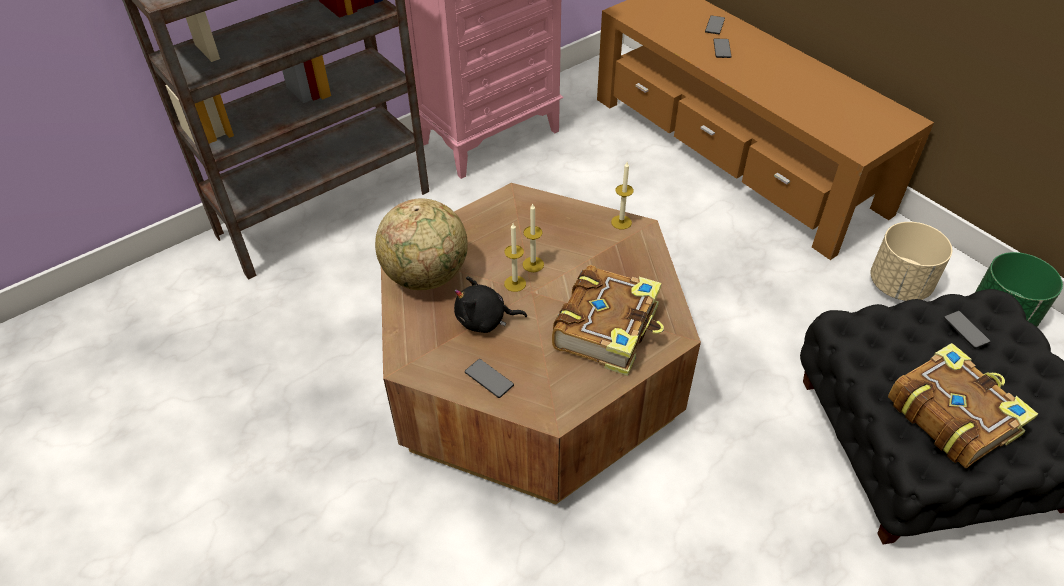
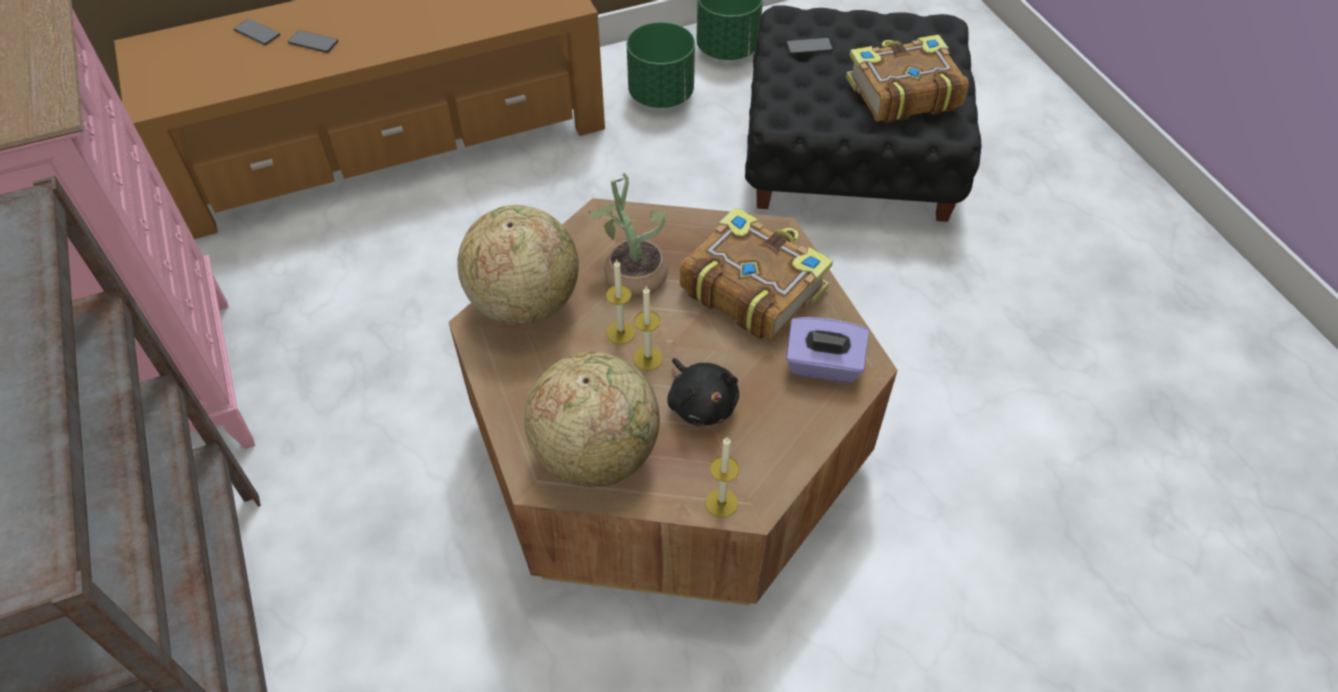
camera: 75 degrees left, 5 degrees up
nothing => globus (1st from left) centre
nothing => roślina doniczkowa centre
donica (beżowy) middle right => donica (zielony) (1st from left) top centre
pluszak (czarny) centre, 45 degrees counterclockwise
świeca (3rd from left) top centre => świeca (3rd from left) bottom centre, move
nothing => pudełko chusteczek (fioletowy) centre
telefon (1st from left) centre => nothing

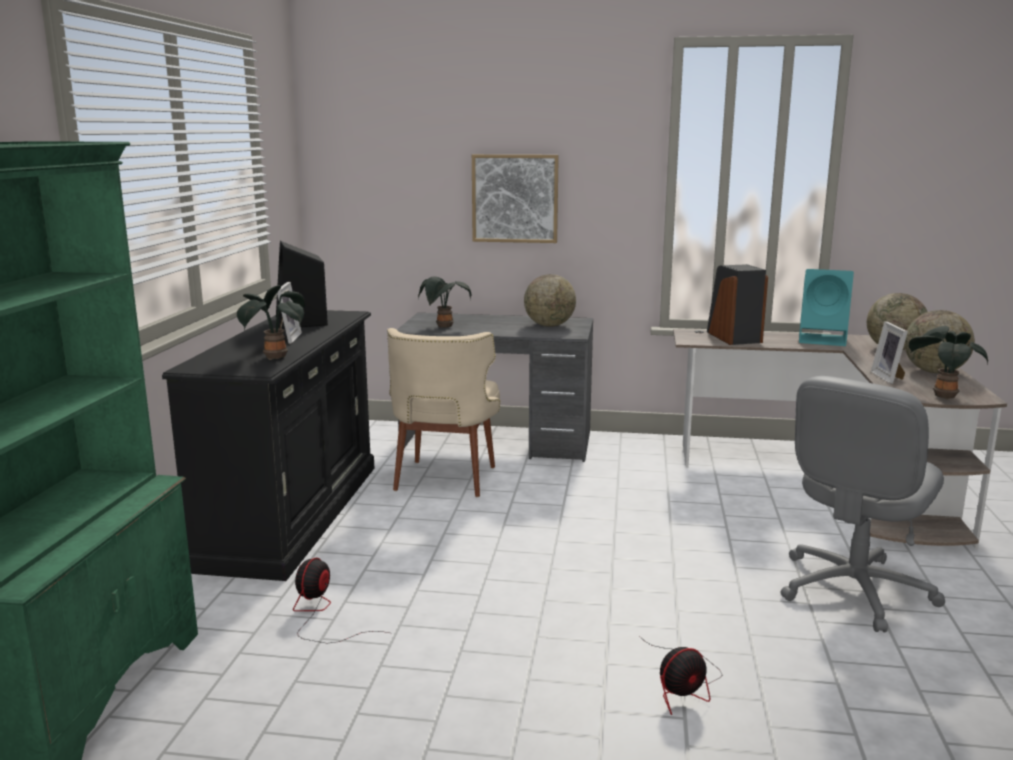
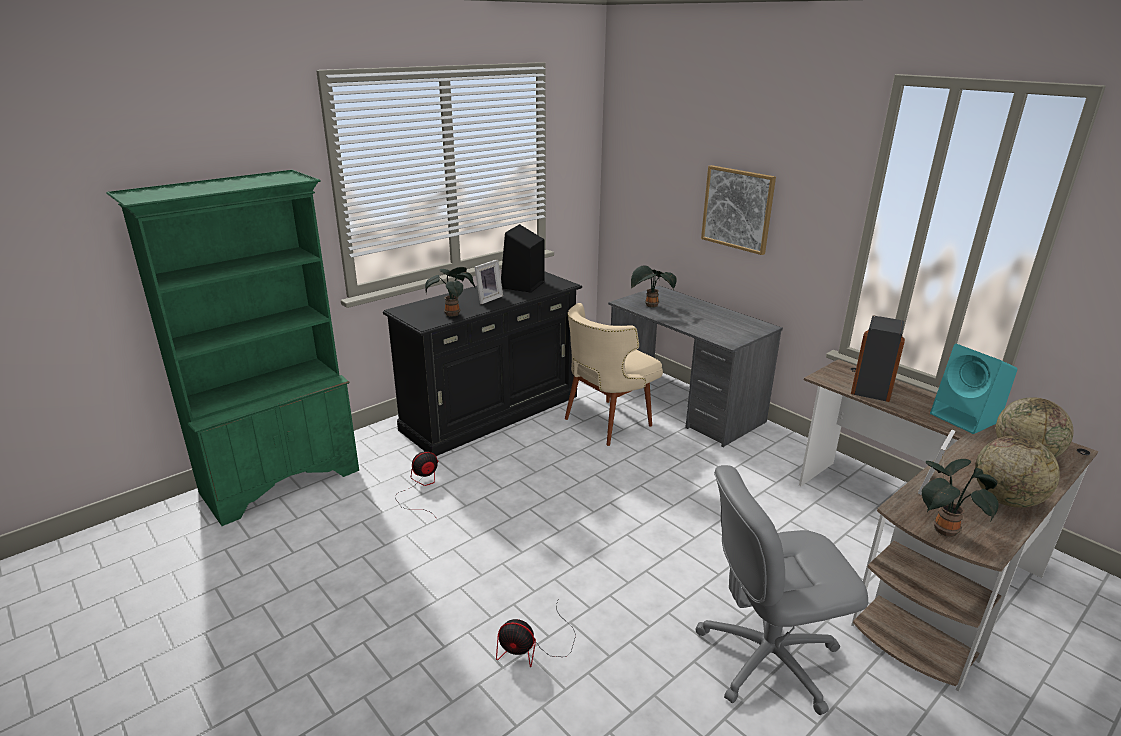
camera: 40 degrees right, 10 degrees up
globus (1st from left) centre => nothing

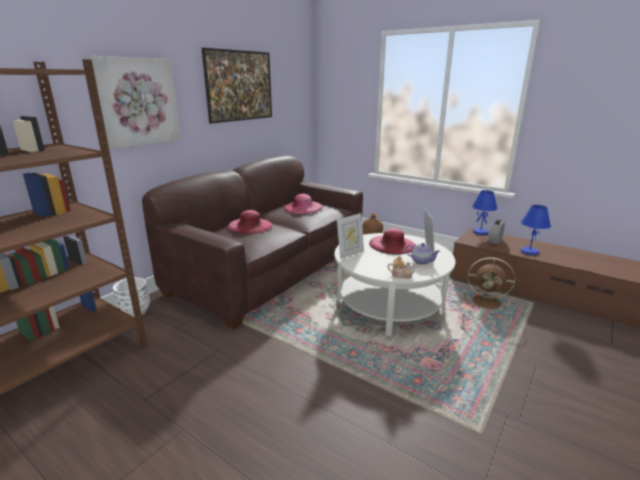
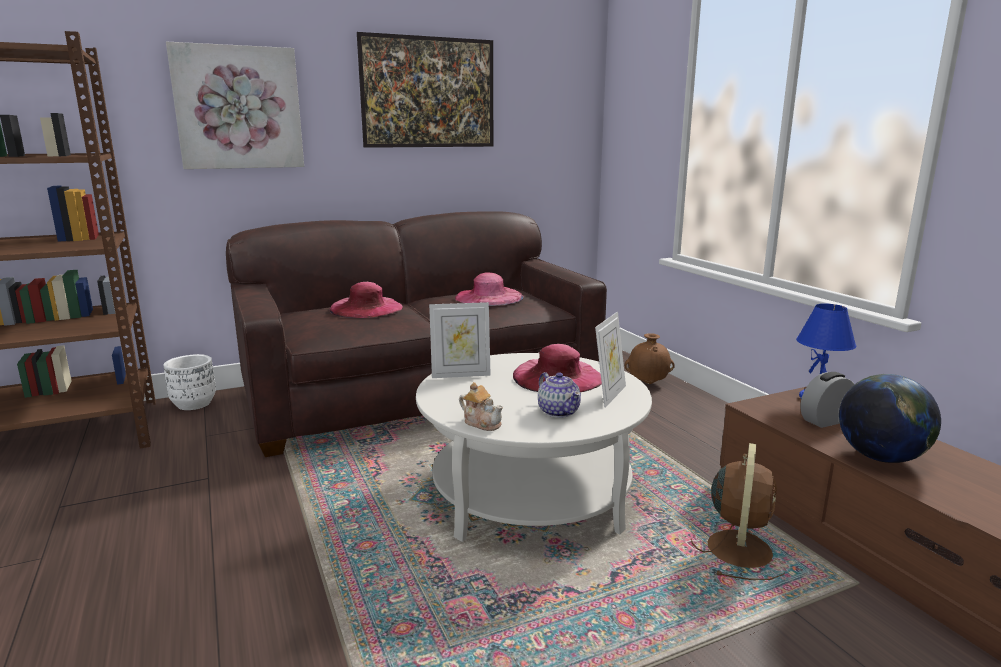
camera: 30 degrees right, 5 degrees down
wentylator (brązowy) middle right => wentylator (brązowy) bottom right, 120 degrees counterclockwise
lampa stołowa (niebieski) (2nd from left) middle right => globus middle right

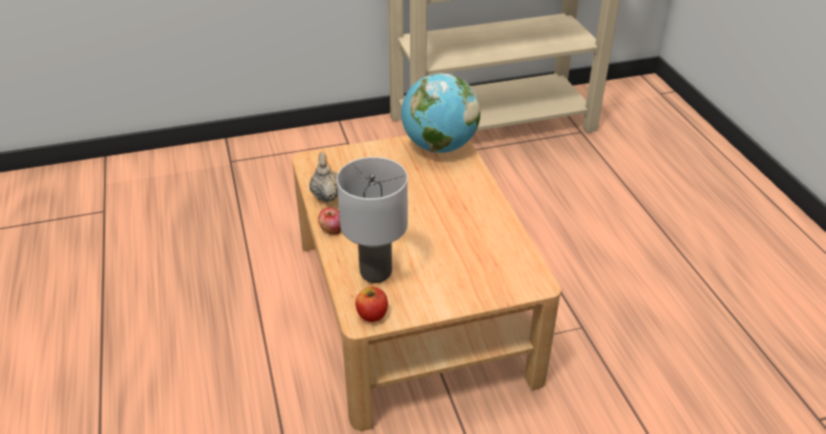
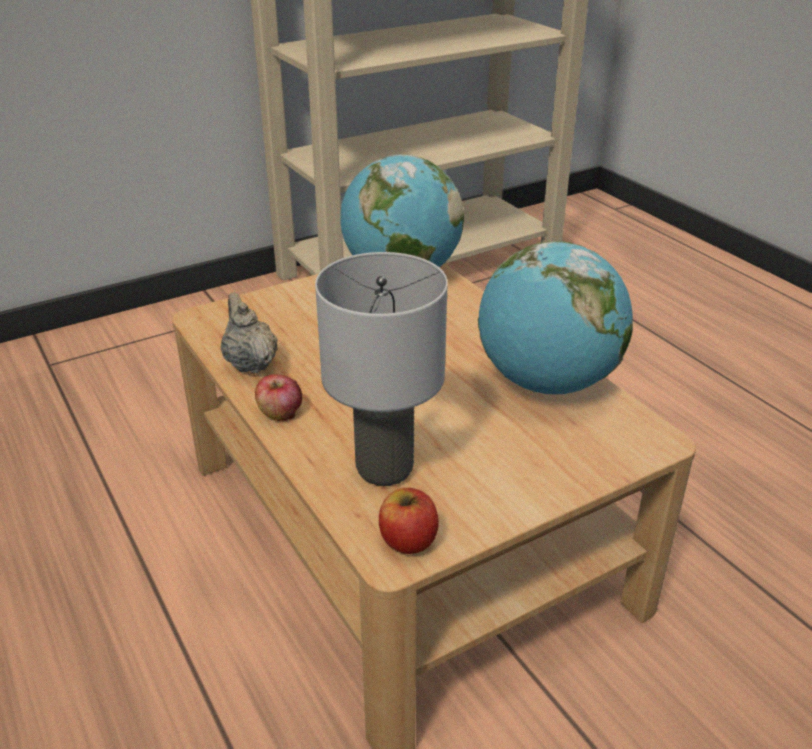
camera: 15 degrees left, 5 degrees down
nothing => globus (2nd from left) middle right

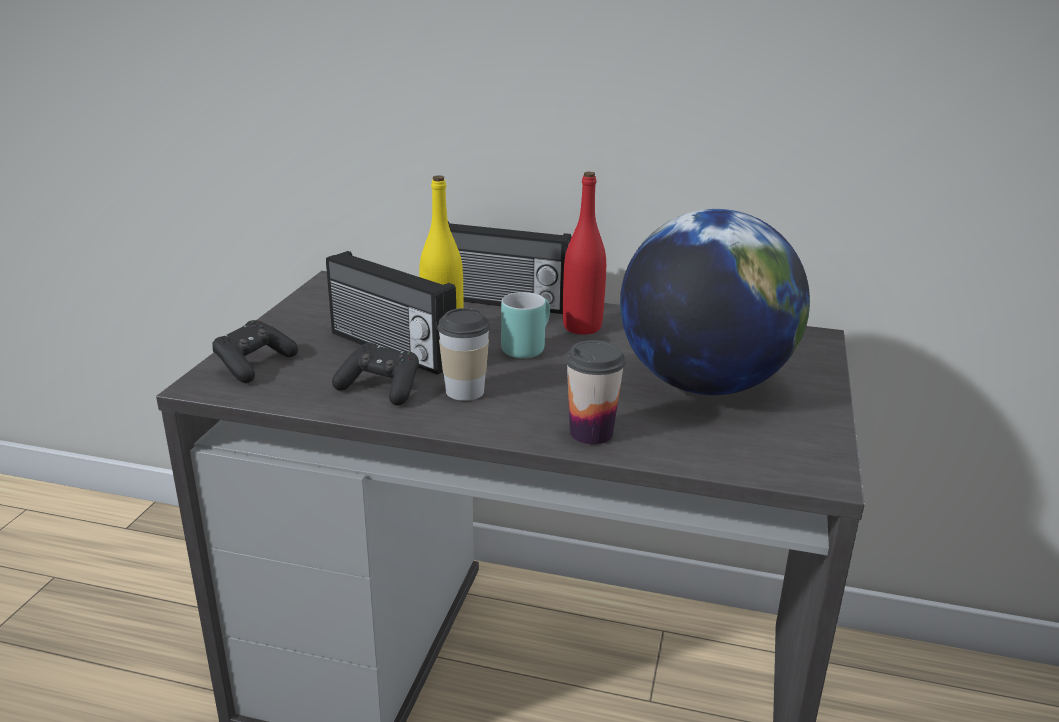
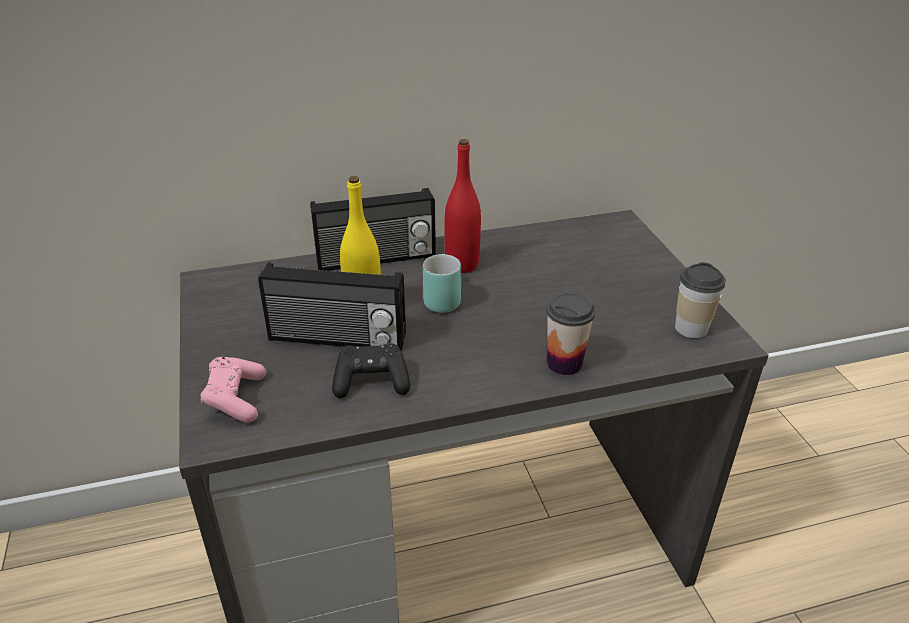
camera: 30 degrees left, 10 degrees up
pad do gier (czarny) (1st from left) middle left => pad do gier (różowy) middle left
filiżanka (1st from left in the first image) centre => filiżanka (2nd from left) middle right, move
globus middle right => nothing

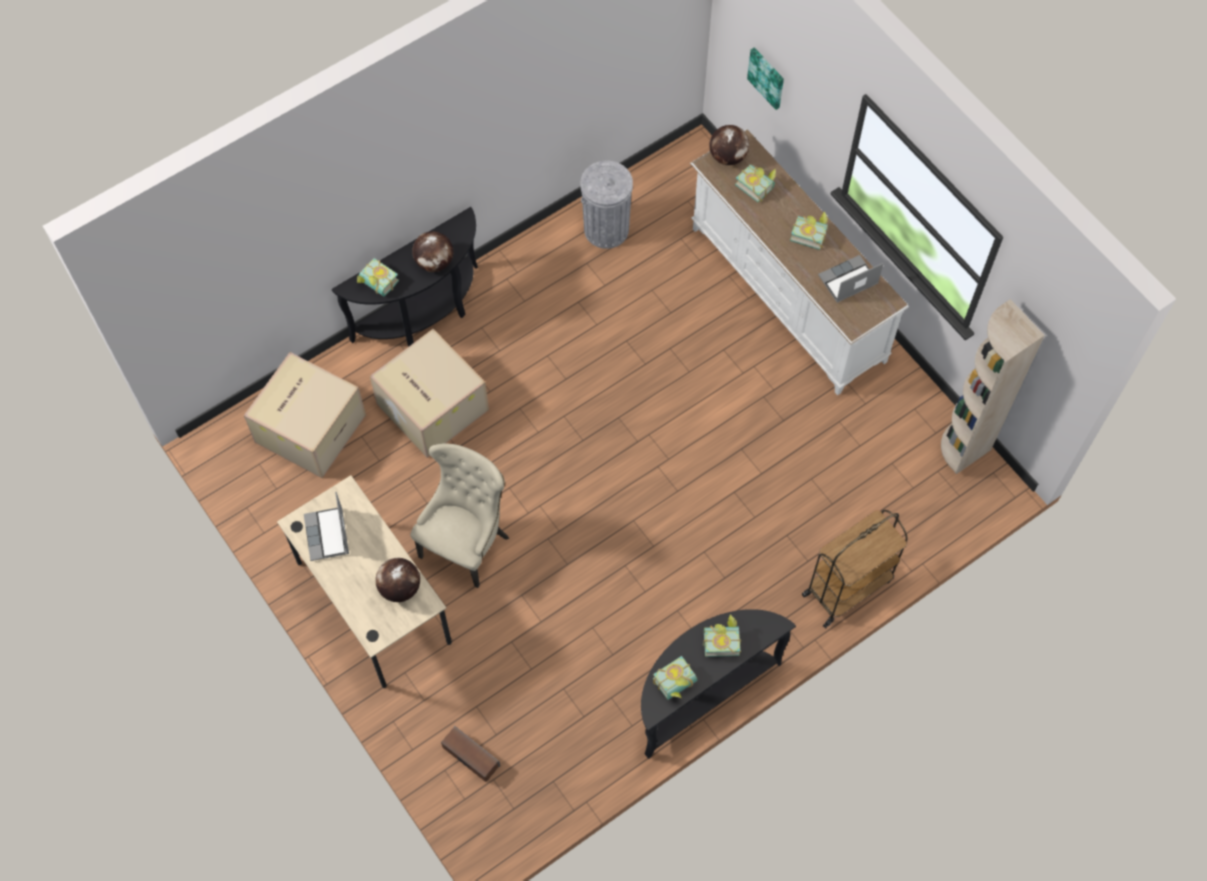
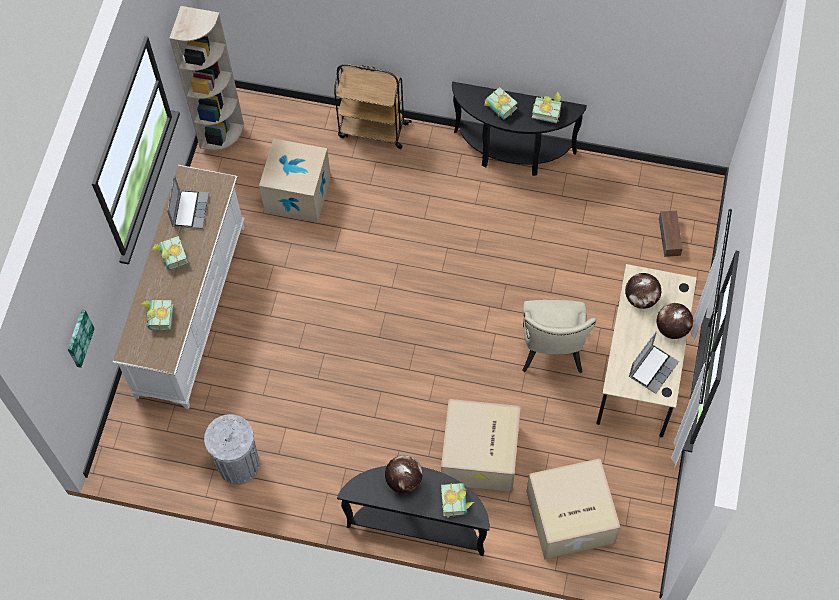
camera: 130 degrees left, 0 degrees up
laptop (2nd from left in the first image) top right => laptop (1st from left) middle left, 105 degrees counterclockwise
nothing => karton (1st from left) top centre
krzesło (beżowy) centre, 75 degrees counterclockwise
globus (3rd from left) top centre => globus (3rd from left) middle right, move

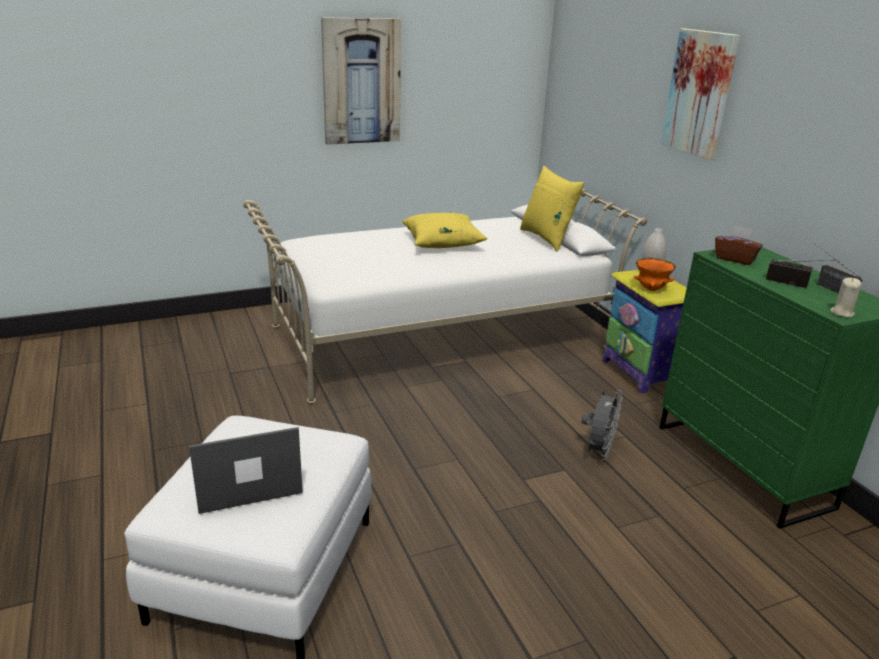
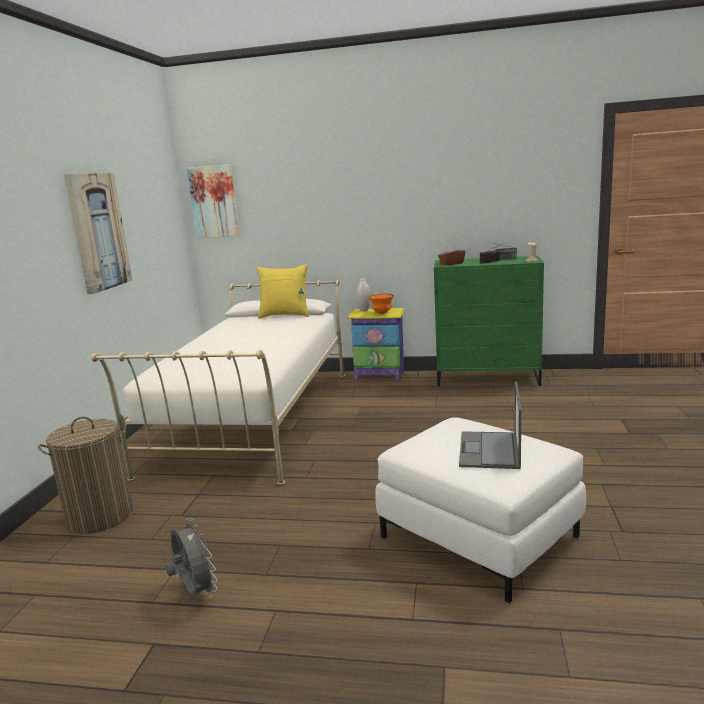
camera: 55 degrees left, 10 degrees down
nothing => kosz na pranie bottom left
wentylator (szary) middle right => wentylator (szary) bottom left, move
obraz (2nd from left) top right => obraz (2nd from left) top left, move
poduszka (żółty) (1st from left) centre => nothing

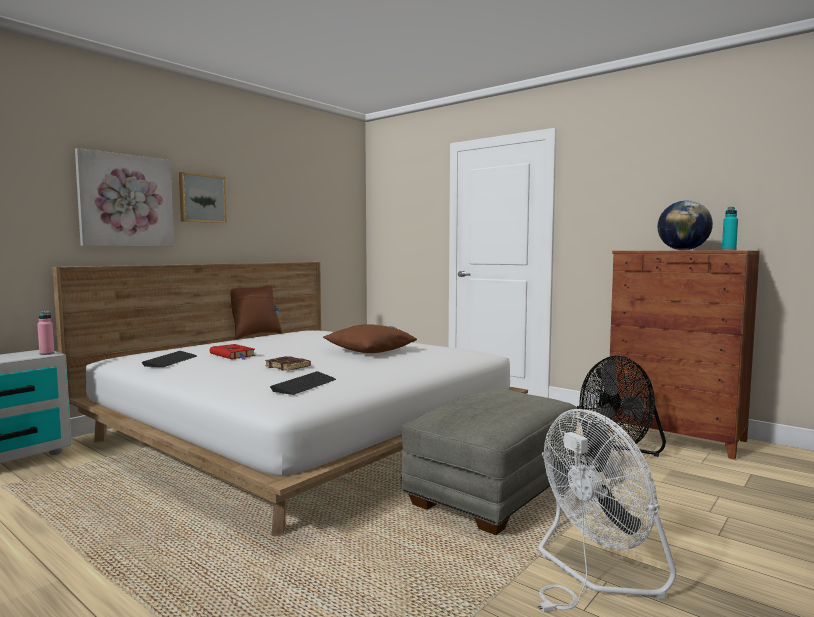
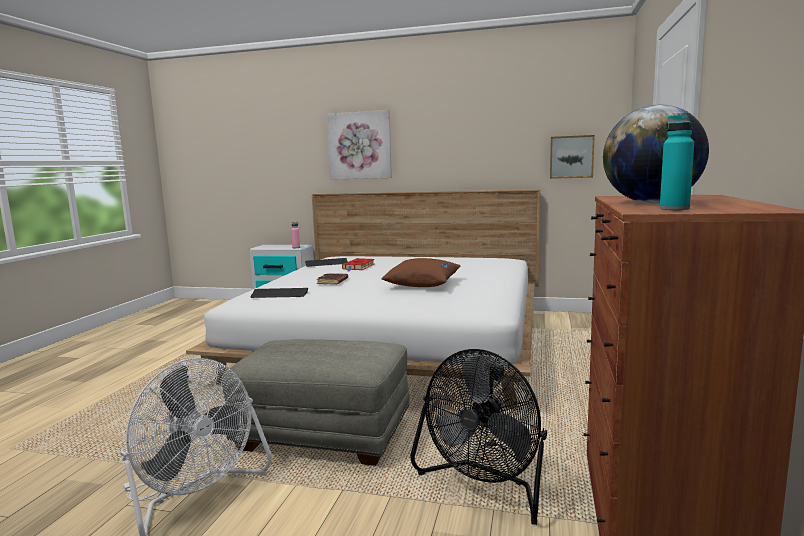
camera: 65 degrees right, 5 degrees up
obraz (2nd from left) top left => obraz (2nd from left) top right, move
poduszka (brązowy) (1st from left) middle left => nothing

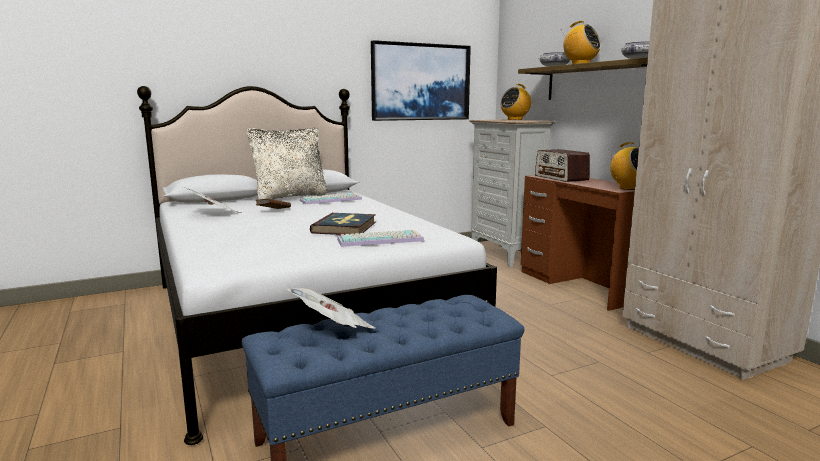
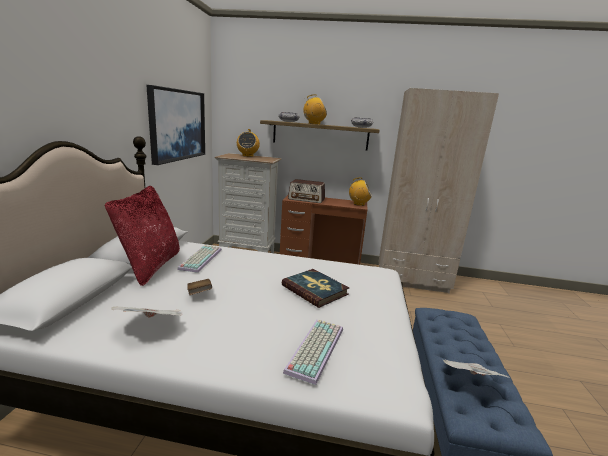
camera: 55 degrees left, 5 degrees up
poduszka (beżowy) centre => poduszka (czerwony) middle left
klawiatura (2nd from left) centre => klawiatura (2nd from left) bottom centre, move

